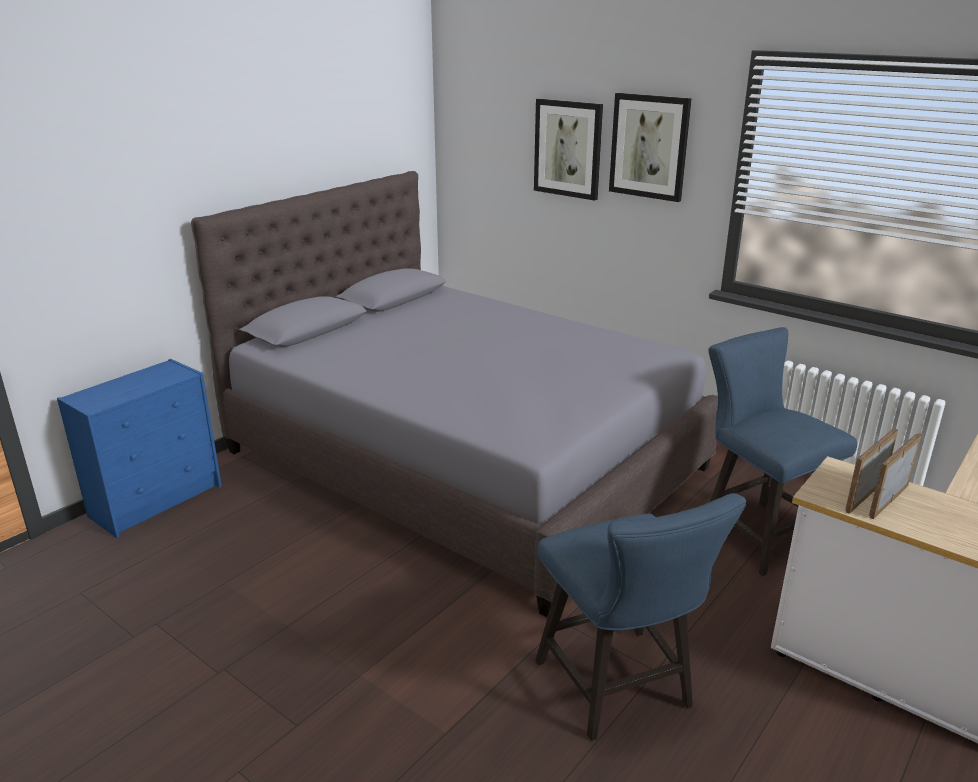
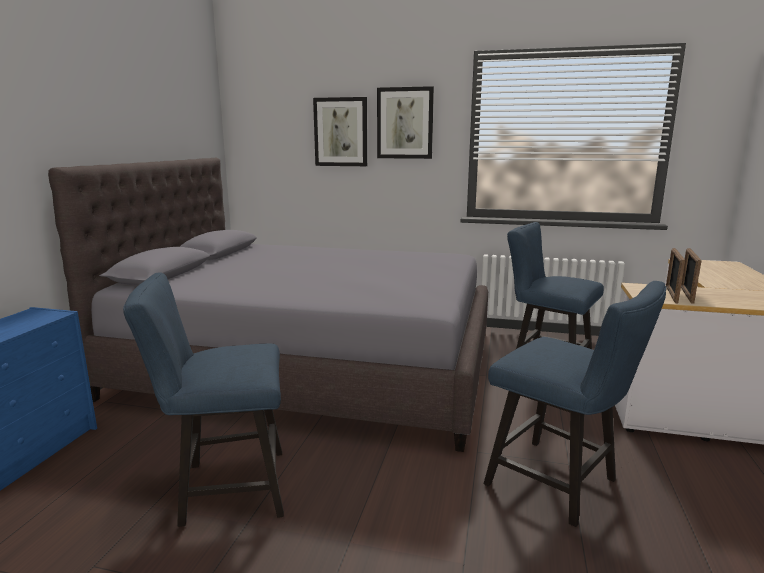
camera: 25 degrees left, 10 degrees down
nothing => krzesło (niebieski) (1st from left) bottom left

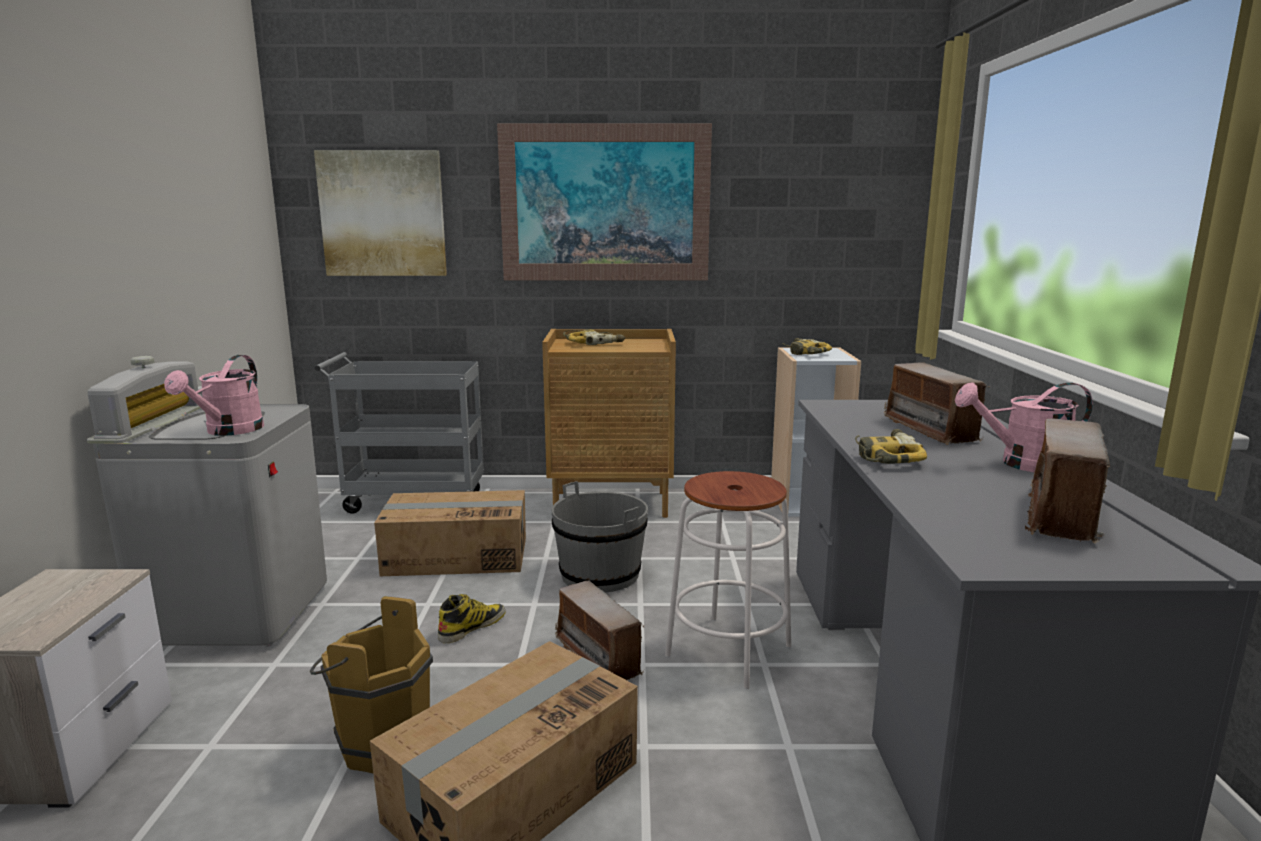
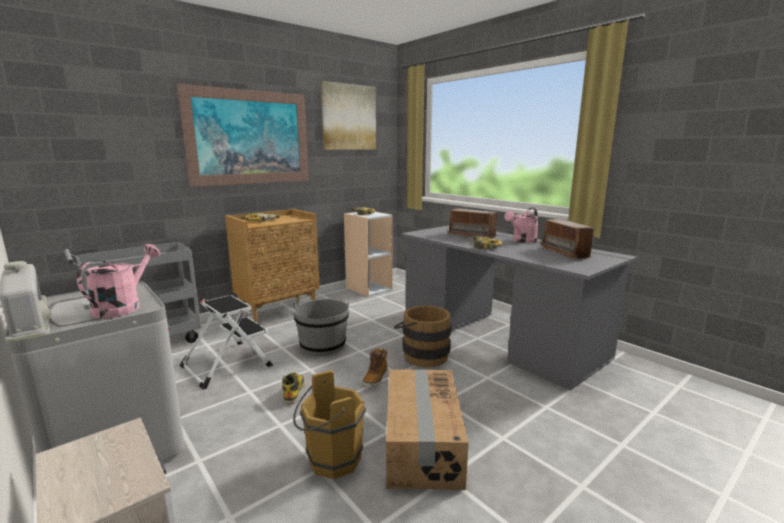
camera: 40 degrees left, 0 degrees up
konewka (różowy) (1st from left) middle left, 135 degrees counterclockwise
karton (1st from left) centre => drabinka middle left
obraz (1st from left in the first image) top left => obraz (2nd from left) top centre, move
radio (1st from left) bottom centre => but z cholewką (2nd from left) bottom centre
stołek (biały) bottom centre => wiadro (brązowy) (2nd from left) centre

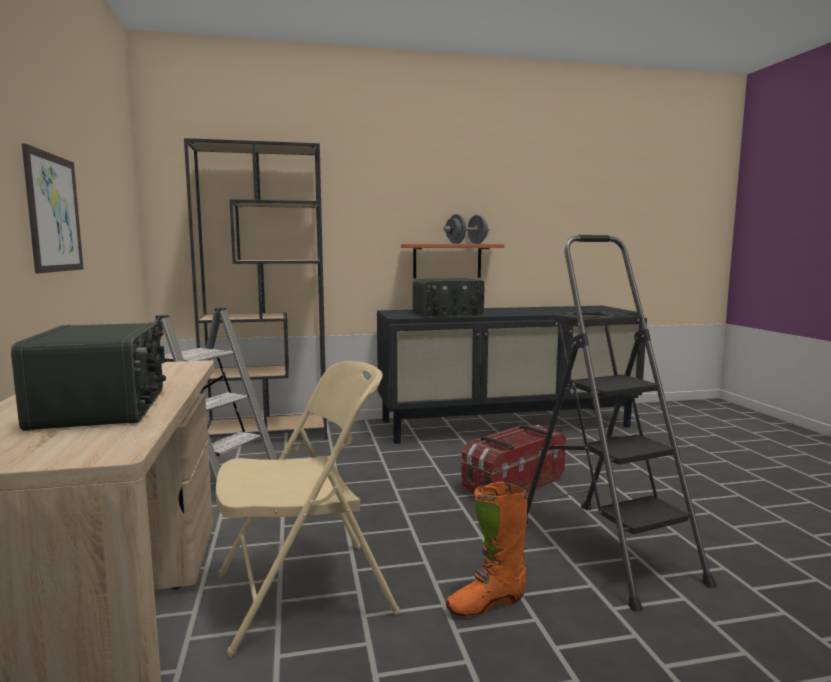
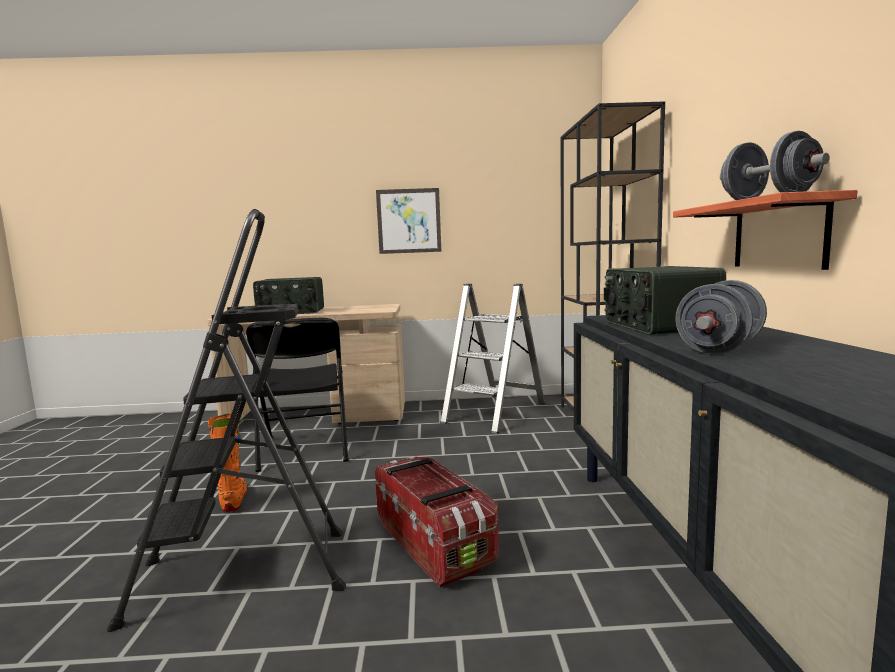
camera: 100 degrees right, 0 degrees up
krzesło (beżowy) bottom centre => krzesło (czarny) middle left
nothing => hantel (szary) (1st from left) middle right

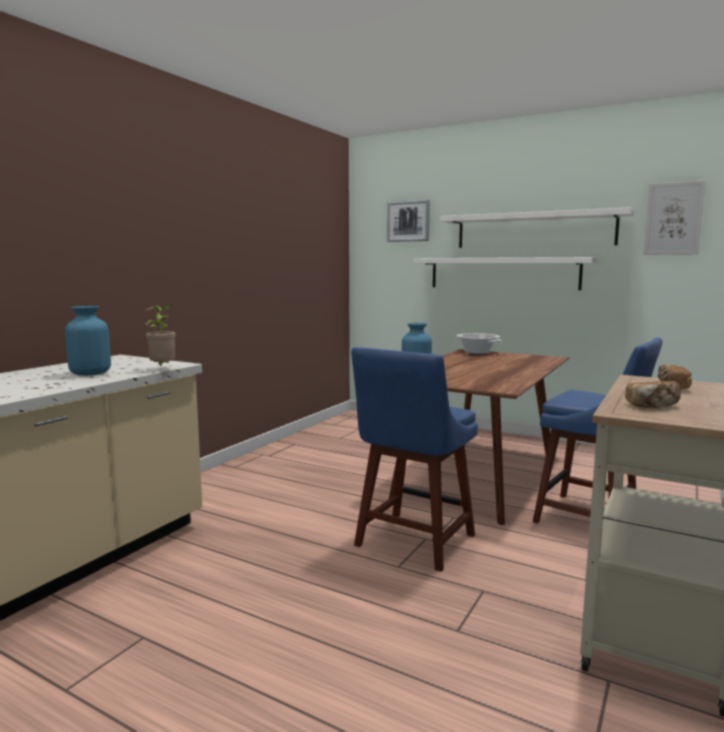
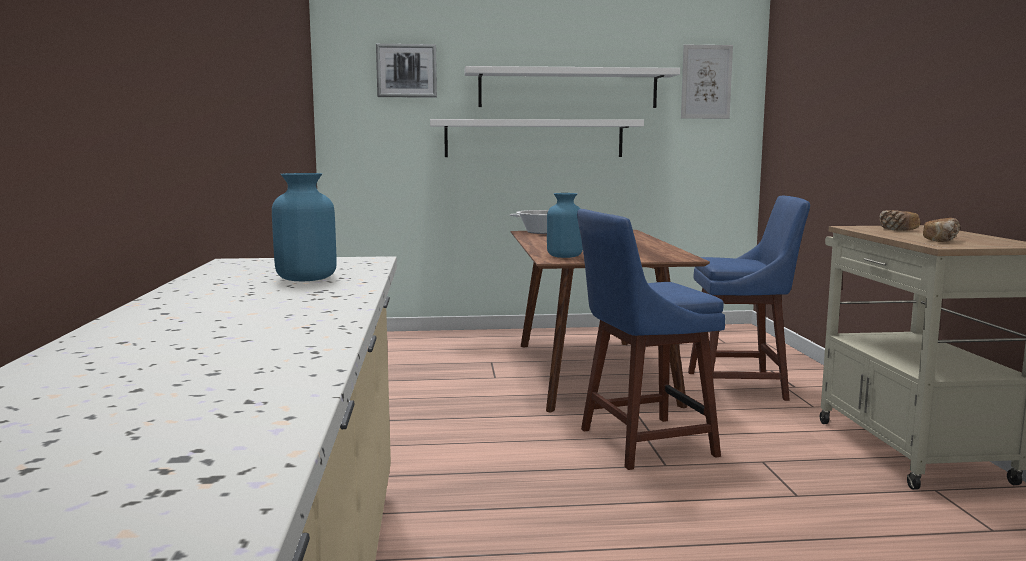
camera: 35 degrees left, 0 degrees up
krzesło (niebieski) (1st from left) centre, 75 degrees clockwise
roślina doniczkowa middle left => nothing

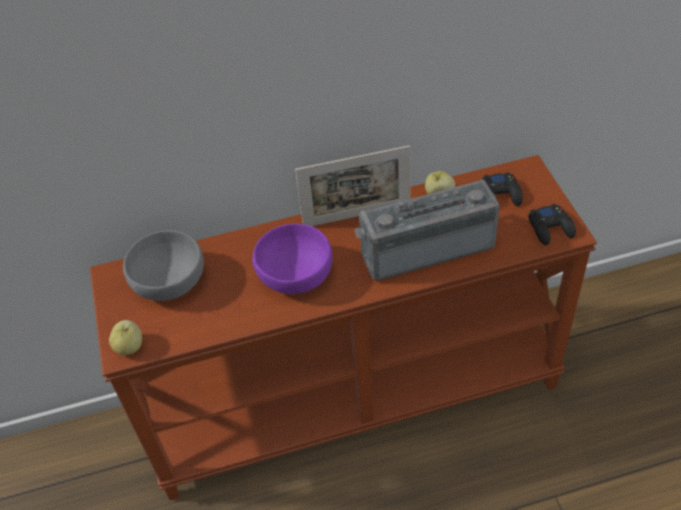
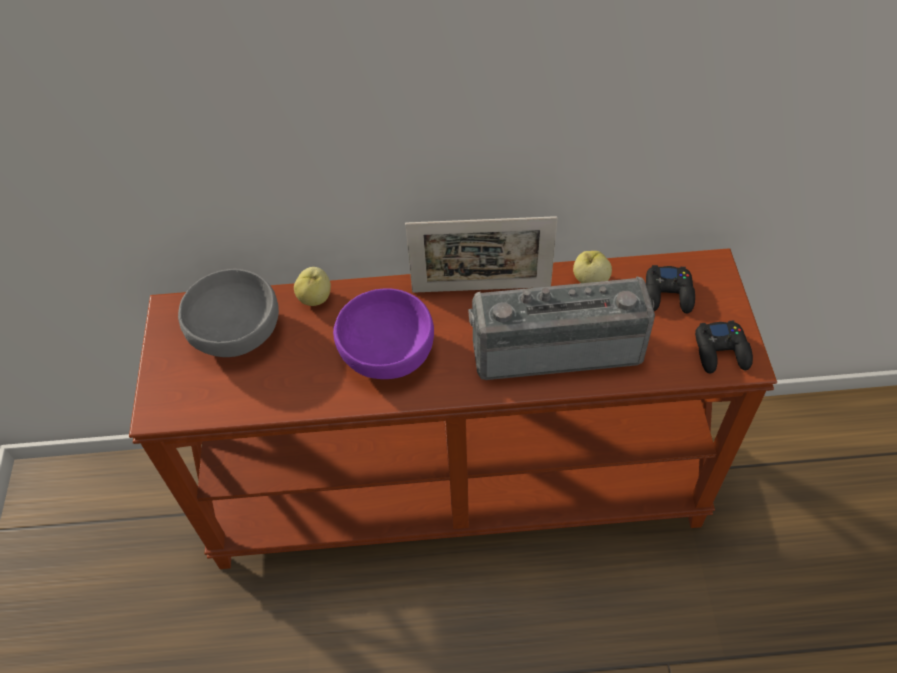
camera: 10 degrees right, 5 degrees up
jabłko (1st from left) middle left => jabłko (1st from left) centre, move

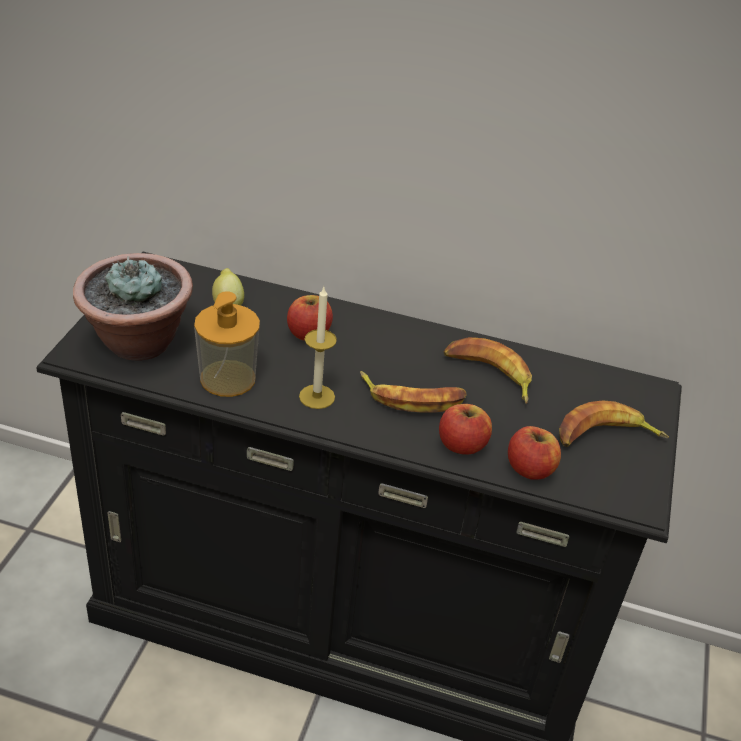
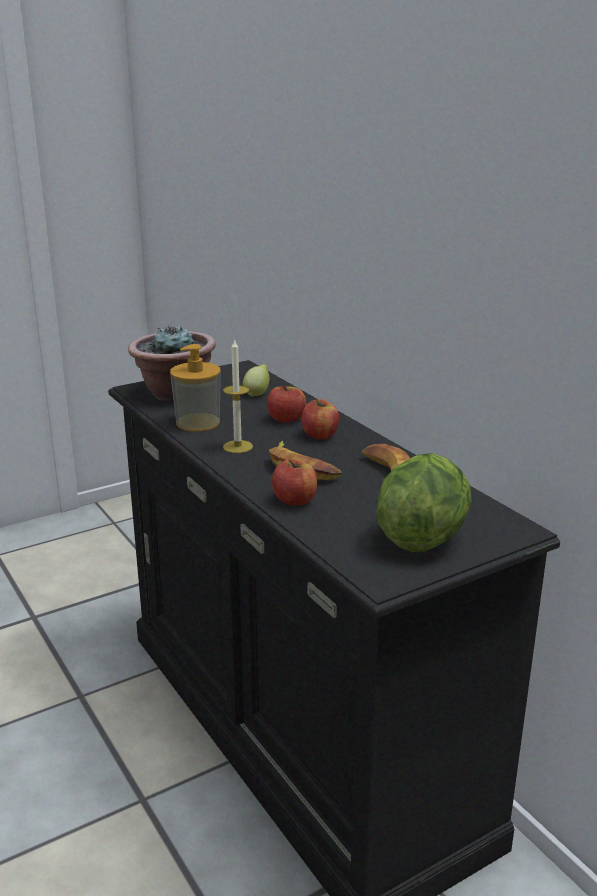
camera: 45 degrees right, 15 degrees down
jabłko (3rd from left) middle right => jabłko (3rd from left) centre, move
banan (3rd from left) middle right => sałata middle right

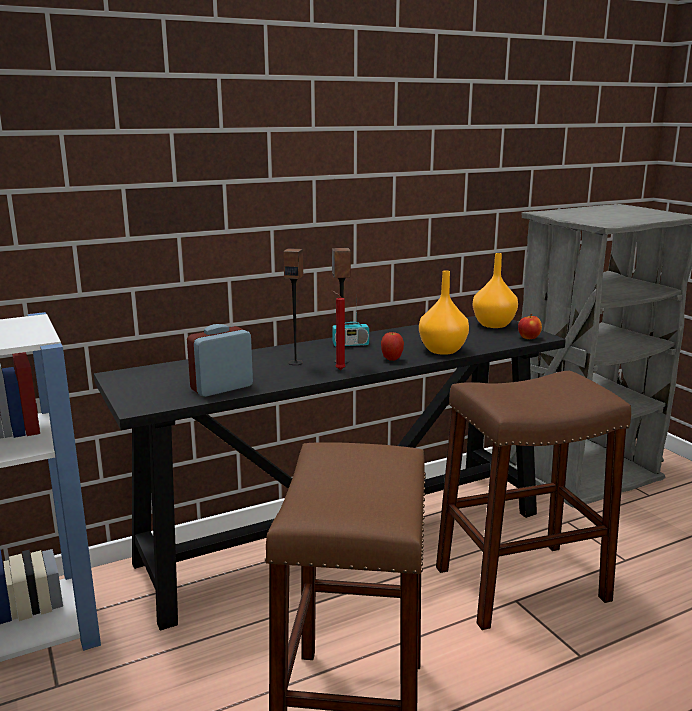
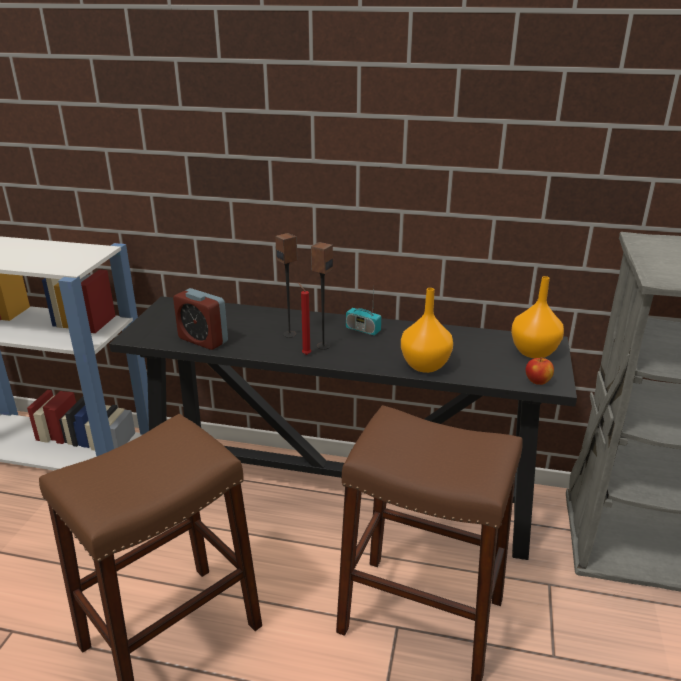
camera: 40 degrees right, 10 degrees up
budzik middle left, 150 degrees counterclockwise
jabłko (1st from left) centre => nothing

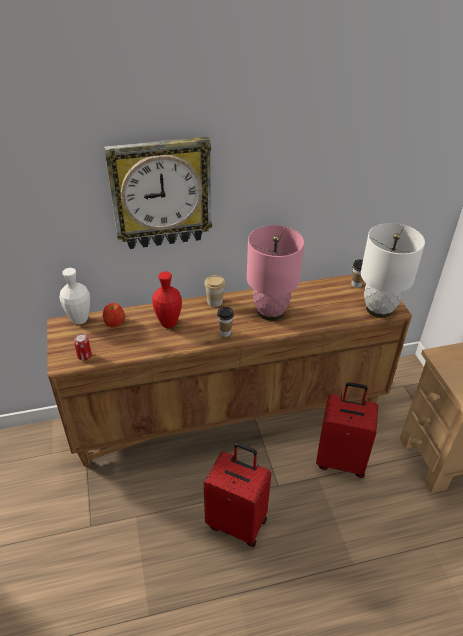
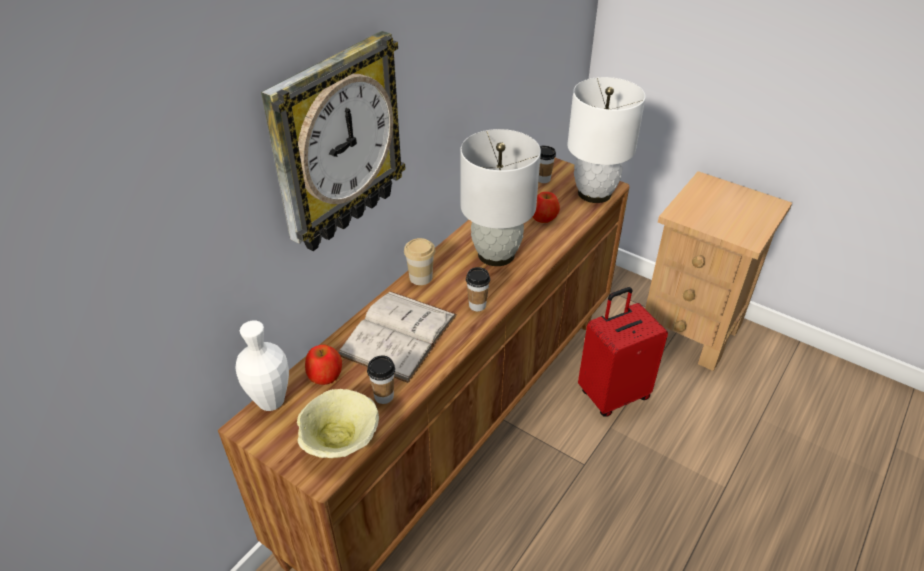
camera: 40 degrees left, 0 degrees up
puszka middle left => miska (beżowy) bottom centre
wazon (czerwony) centre => książka (biały) centre
nothing => filiżanka (1st from left) centre
lampa stołowa (różowy) centre => lampa stołowa (biały) (1st from left) centre
nothing => jabłko (2nd from left) centre
walizka (czerwony) (1st from left) bottom centre => nothing

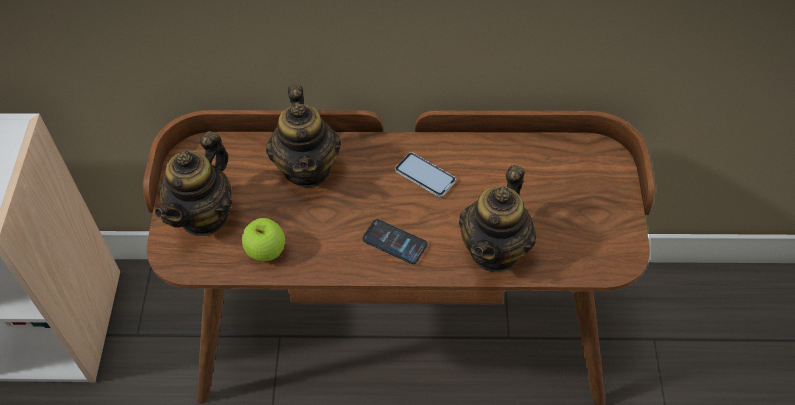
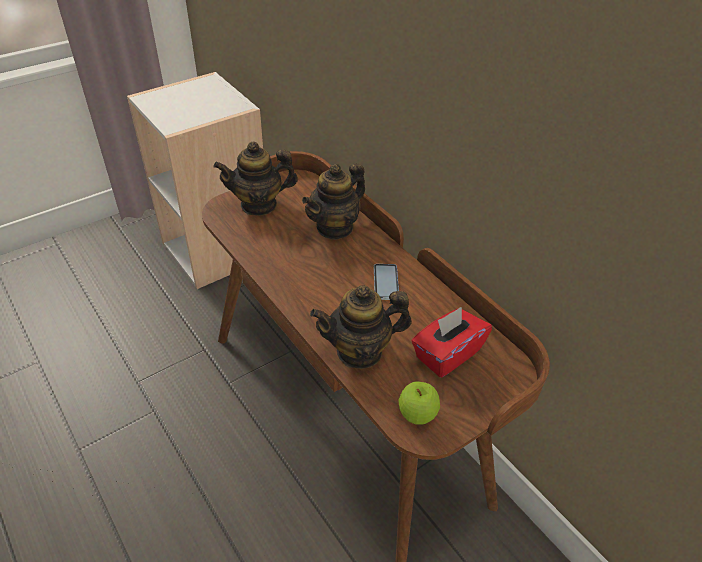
camera: 50 degrees right, 10 degrees down
jabłko middle left => jabłko bottom centre, move
nothing => pudełko chusteczek (czerwony) centre
telefon (1st from left) centre => nothing

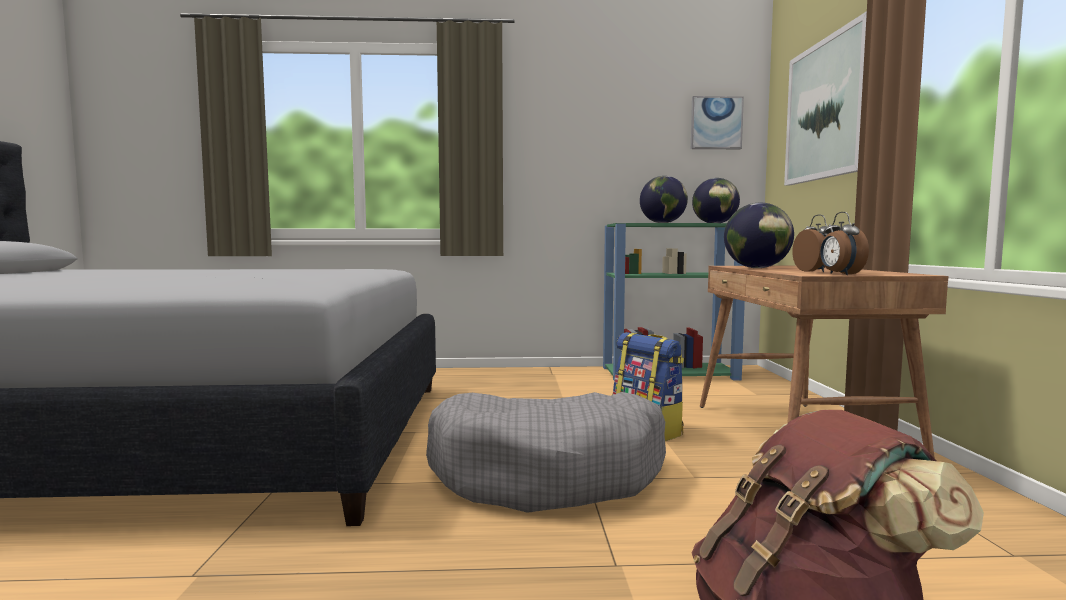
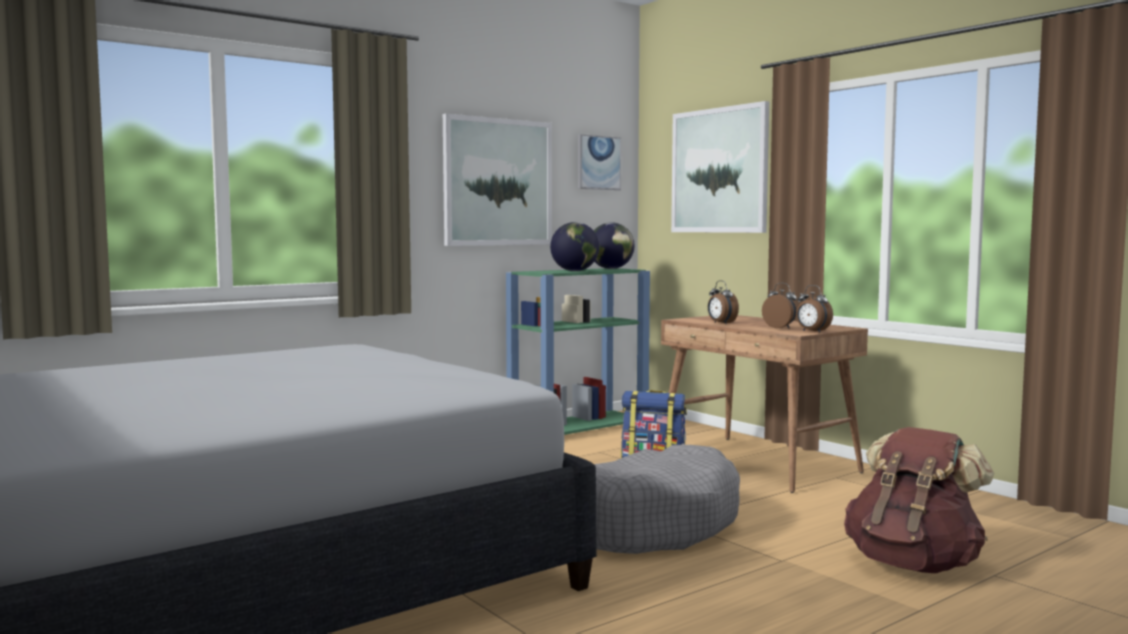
camera: 35 degrees left, 0 degrees up
nothing => obraz (1st from left) top centre
globus (3rd from left) middle right => budzik (1st from left) centre

